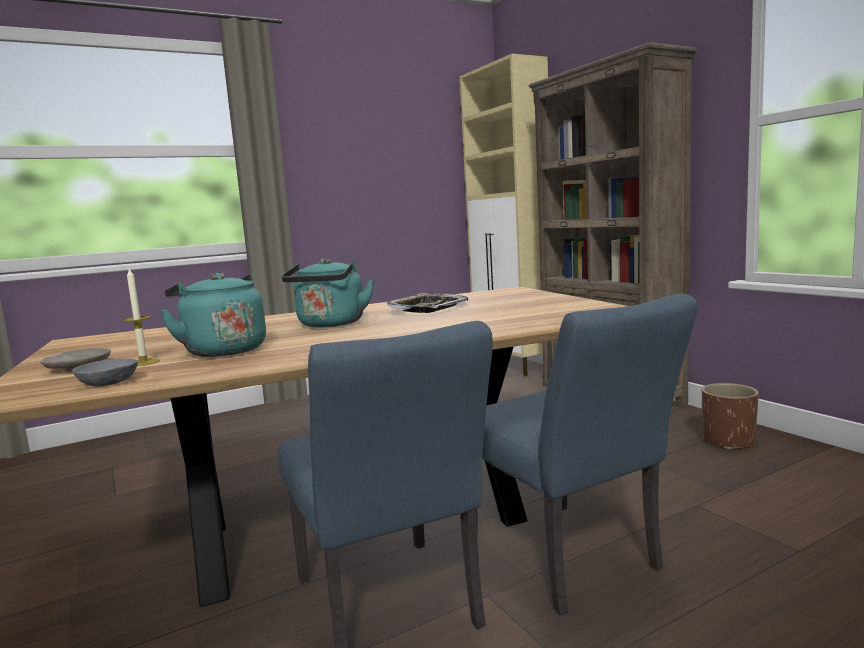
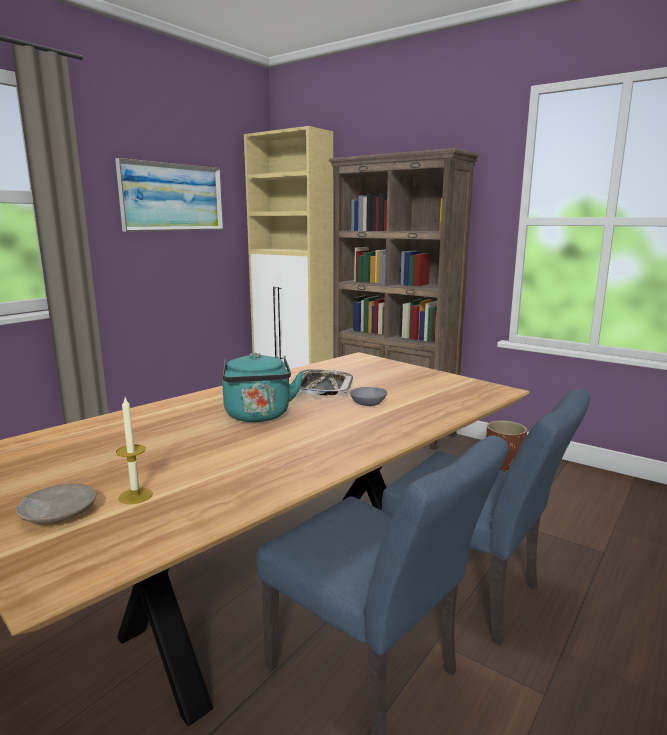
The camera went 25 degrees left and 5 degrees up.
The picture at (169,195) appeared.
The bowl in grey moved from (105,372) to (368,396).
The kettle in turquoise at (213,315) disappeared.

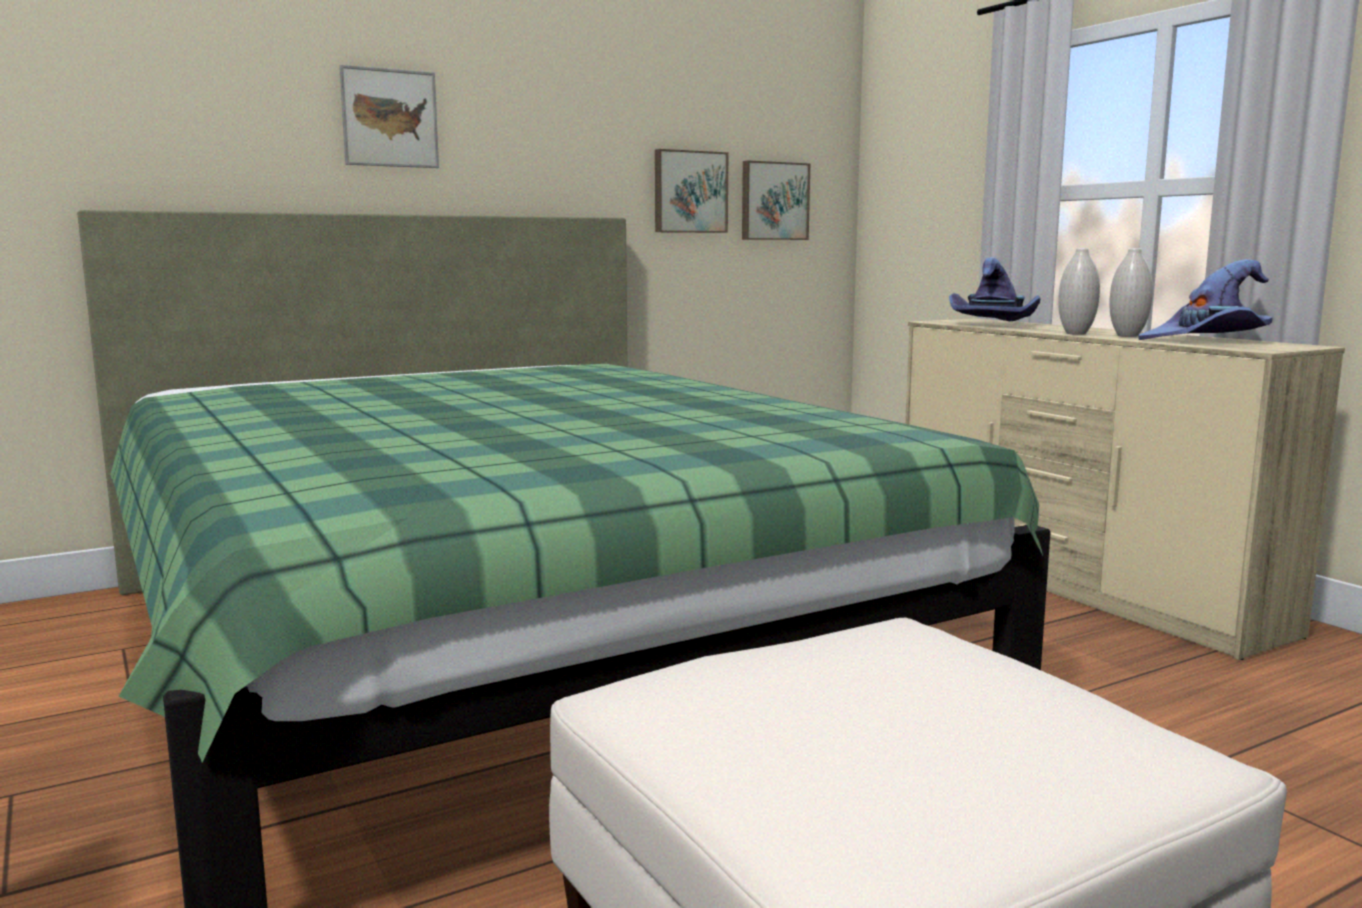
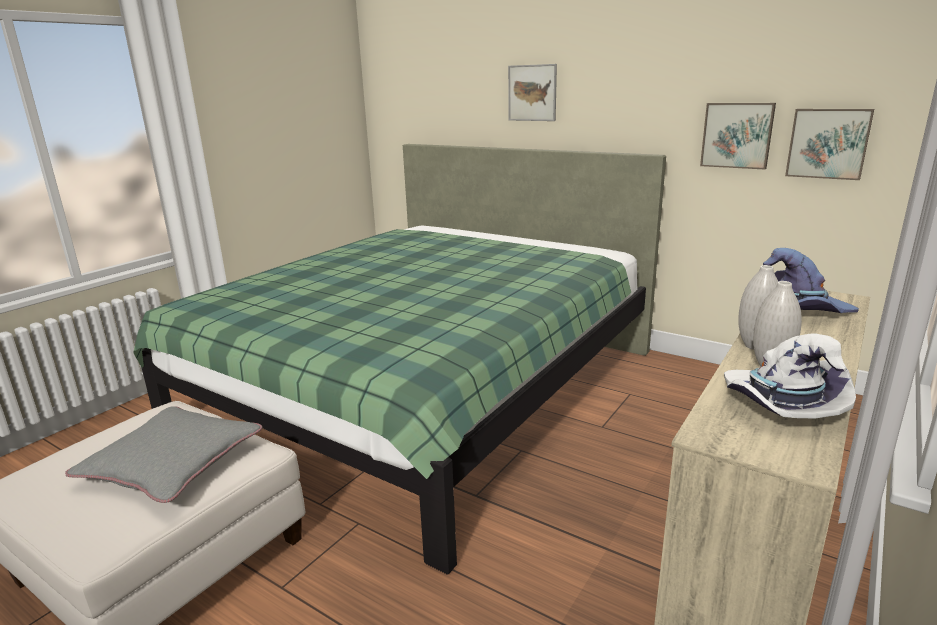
The camera went 65 degrees right and 10 degrees up.
The pillow in grey at (164,454) appeared.
The hat in purple at (1205,299) became the hat in white at (790,376).

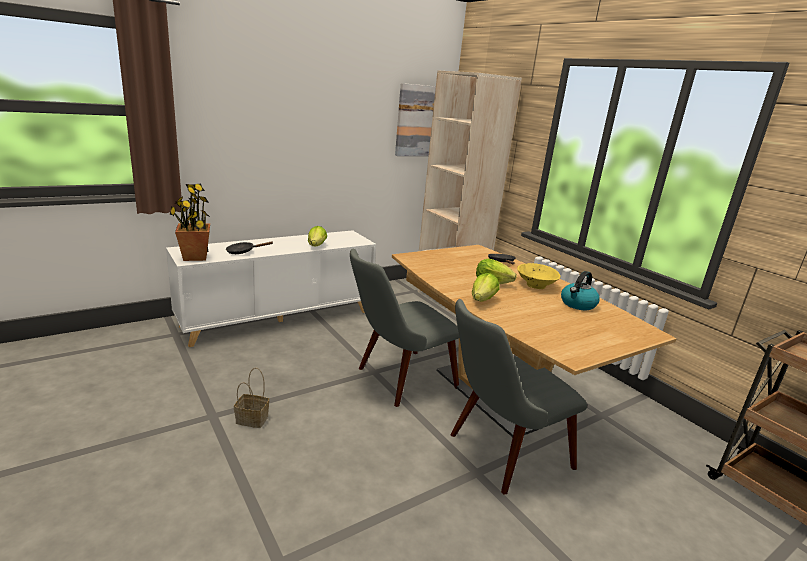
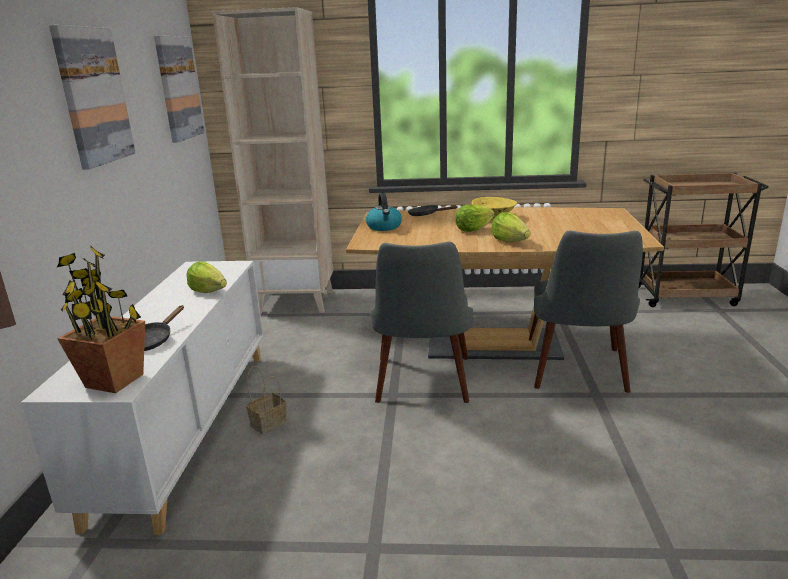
The camera went 50 degrees left and 0 degrees up.
The picture at (92,97) appeared.
The basket moved from (251,398) to (266,400).
The kettle moved from (580,290) to (384,212).

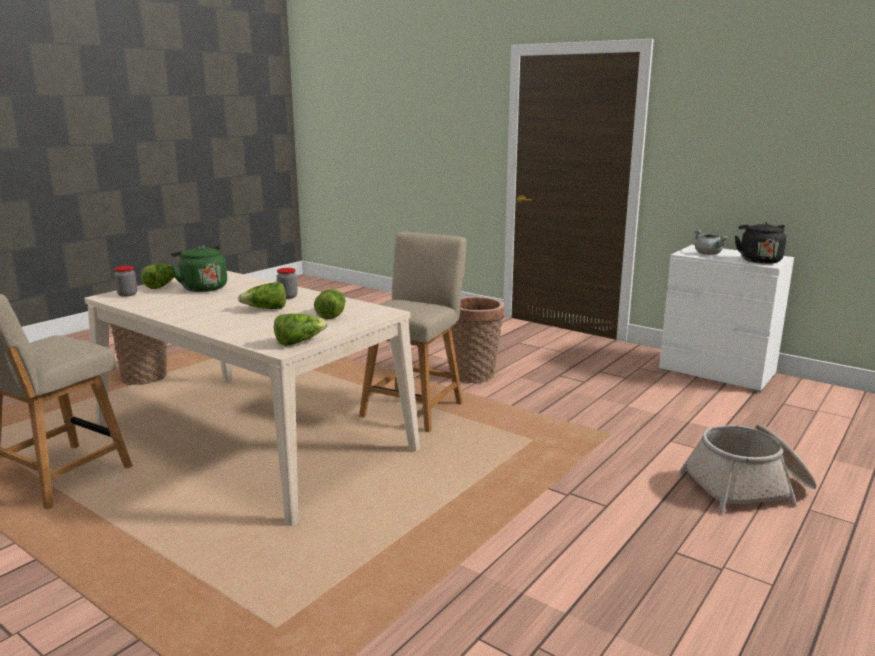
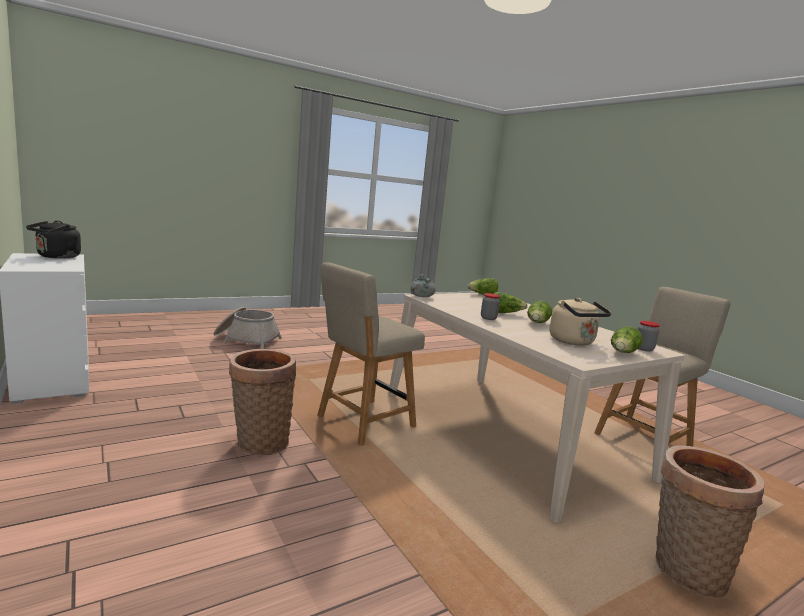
The camera went 160 degrees left and 5 degrees down.
The cooking pot in grey moved from (711,242) to (422,285).
The lettuce moved from (329,304) to (539,312).
The kettle in green at (199,268) became the kettle in beige at (580,321).

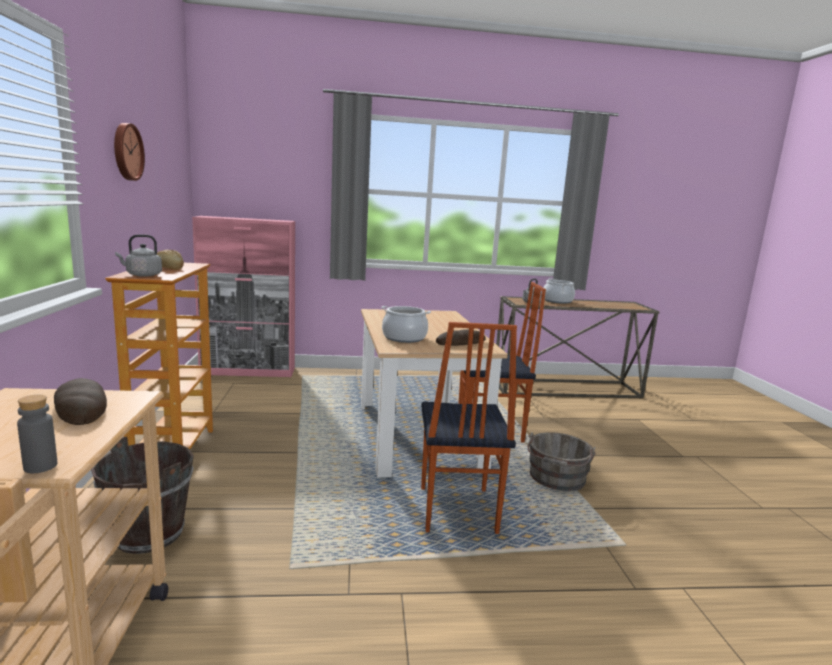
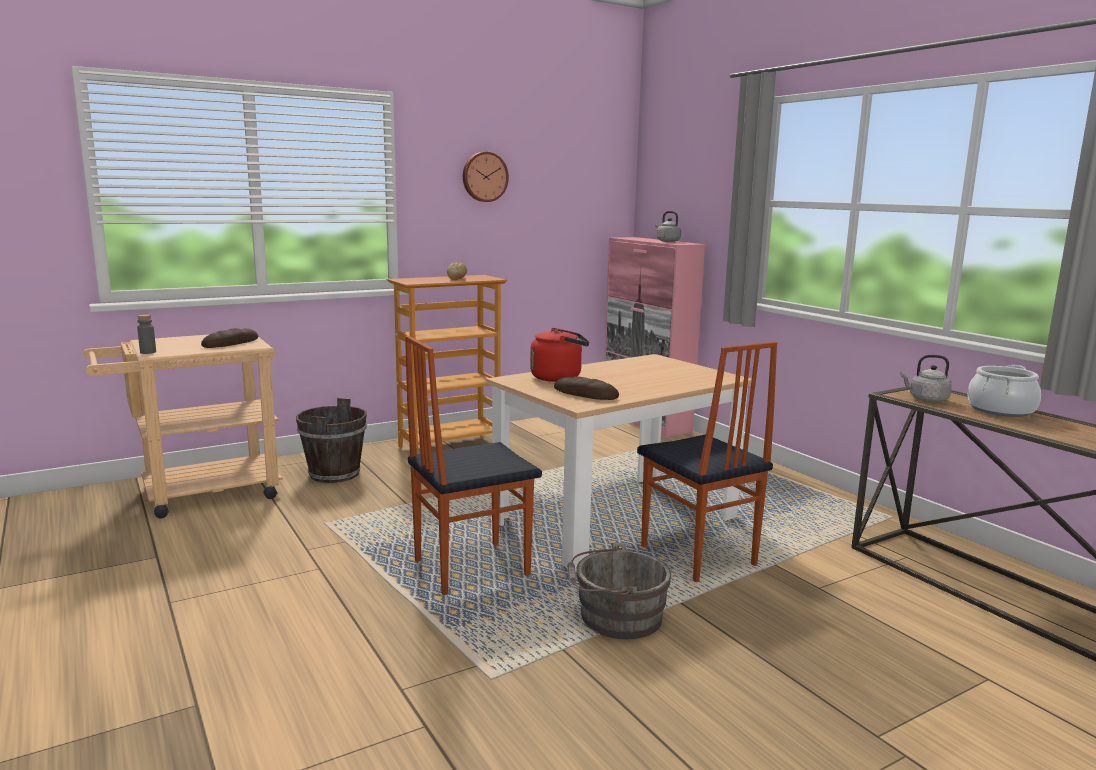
The camera went 65 degrees right and 0 degrees up.
The cooking pot at (406,324) was replaced by the kettle in red at (559,355).
The kettle in grey moved from (138,255) to (668,226).

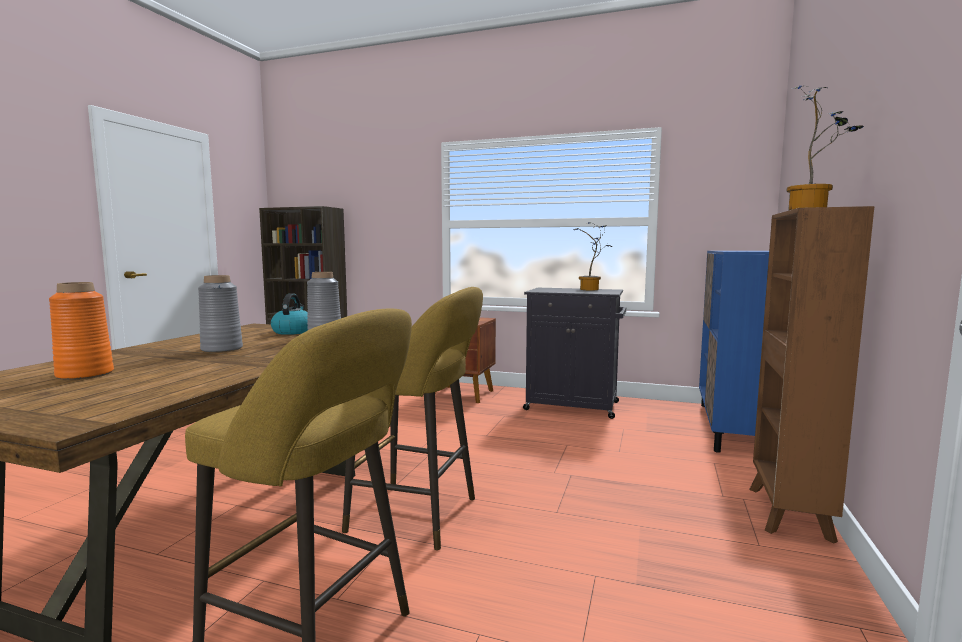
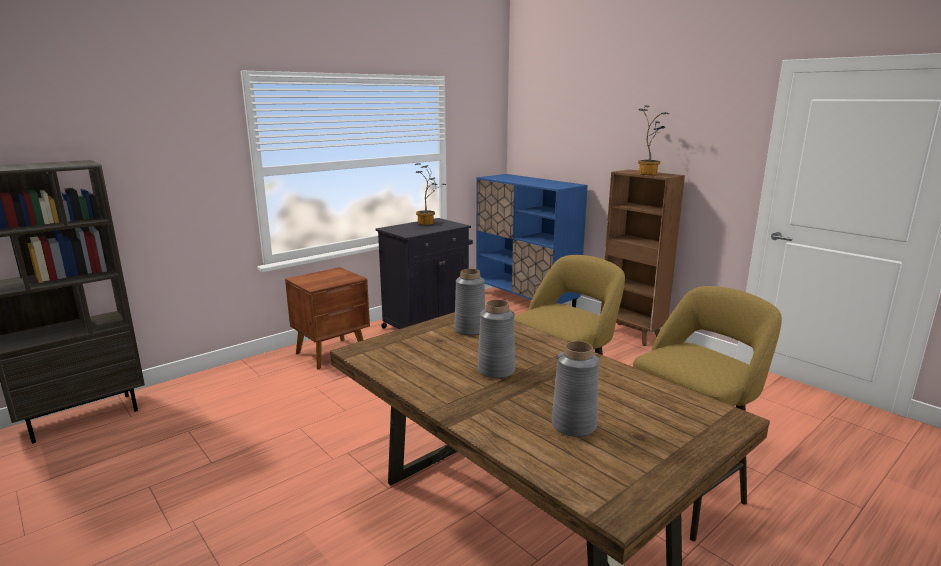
The camera went 60 degrees left and 10 degrees up.
The vase in orange at (81,331) became the vase in grey at (575,389).
The kettle at (289,314) disappeared.

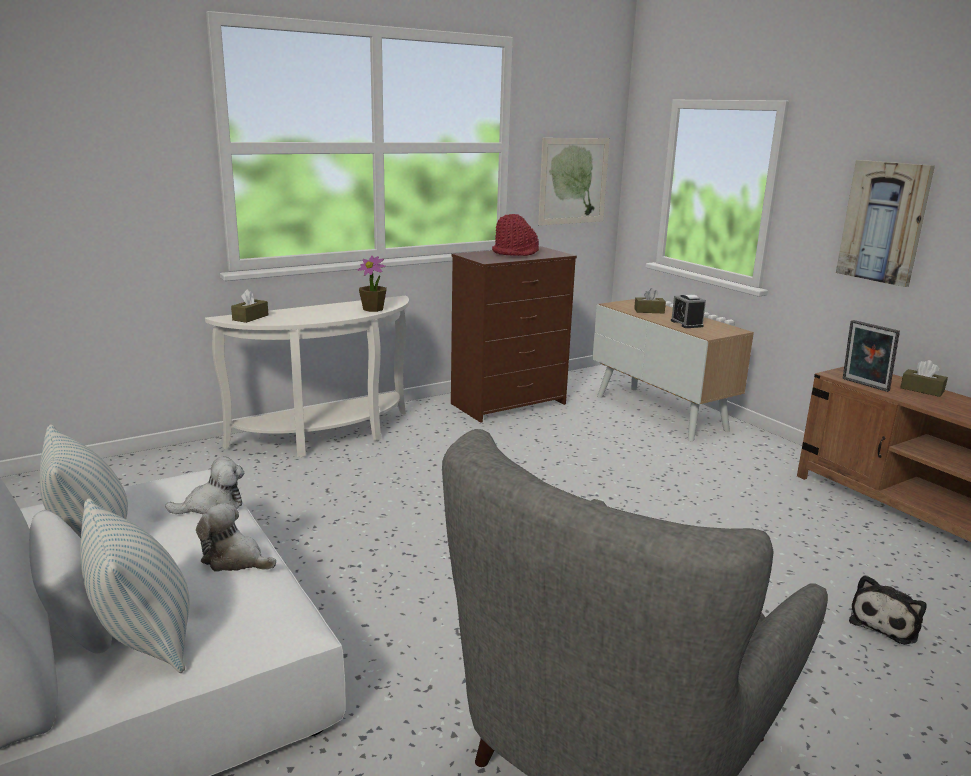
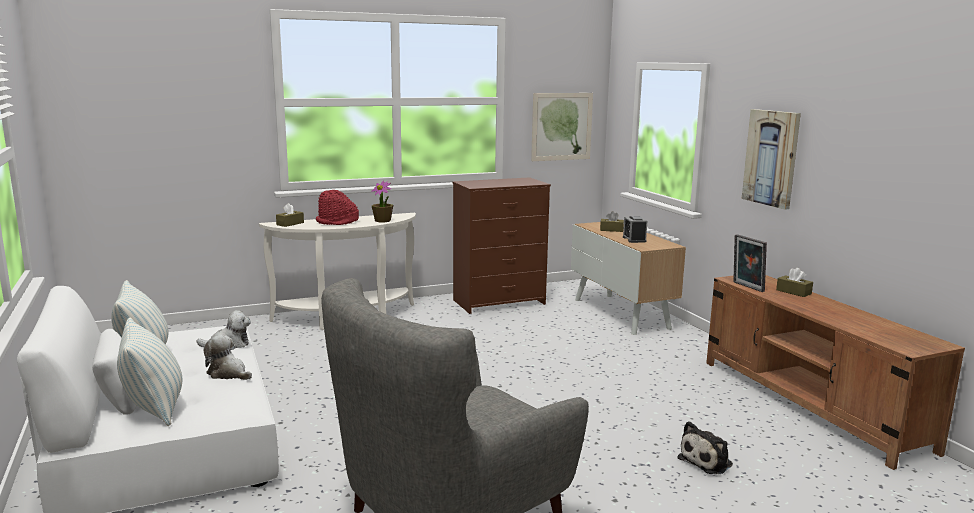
The camera went 10 degrees right and 5 degrees down.
The hat in red moved from (515,235) to (337,207).

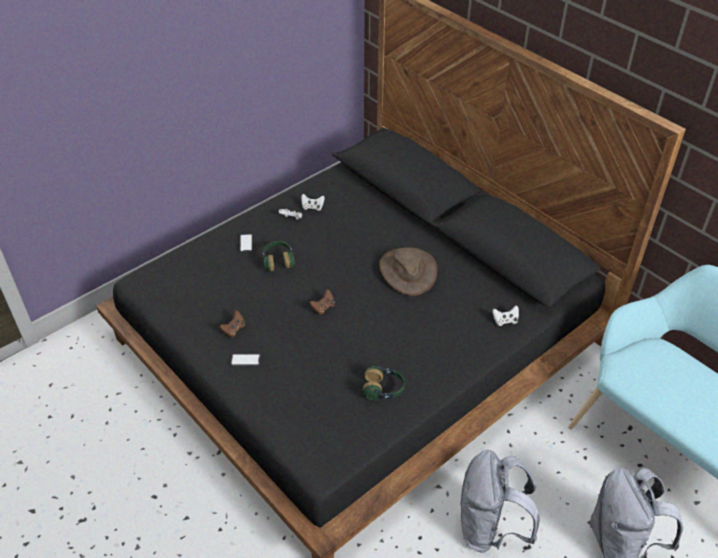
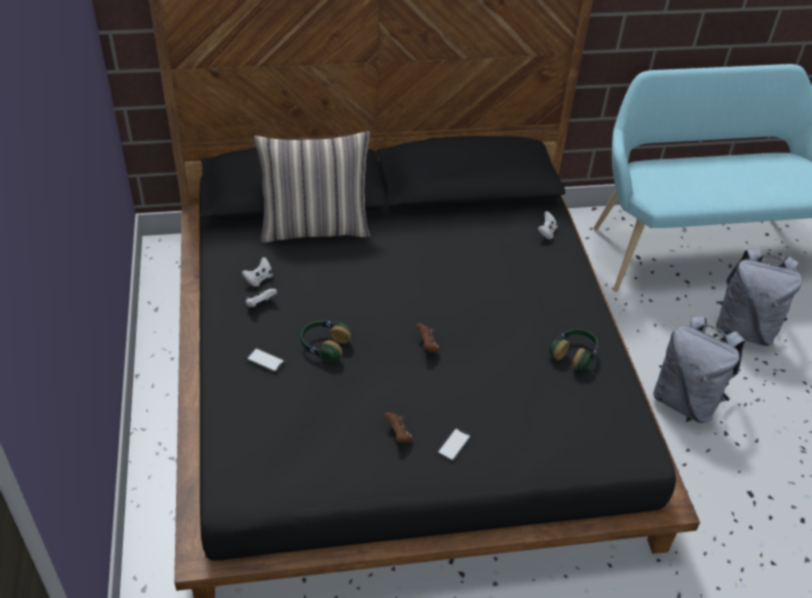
The camera went 60 degrees left and 0 degrees up.
The pillow at (312,187) appeared.
The hat in brown at (408,271) disappeared.

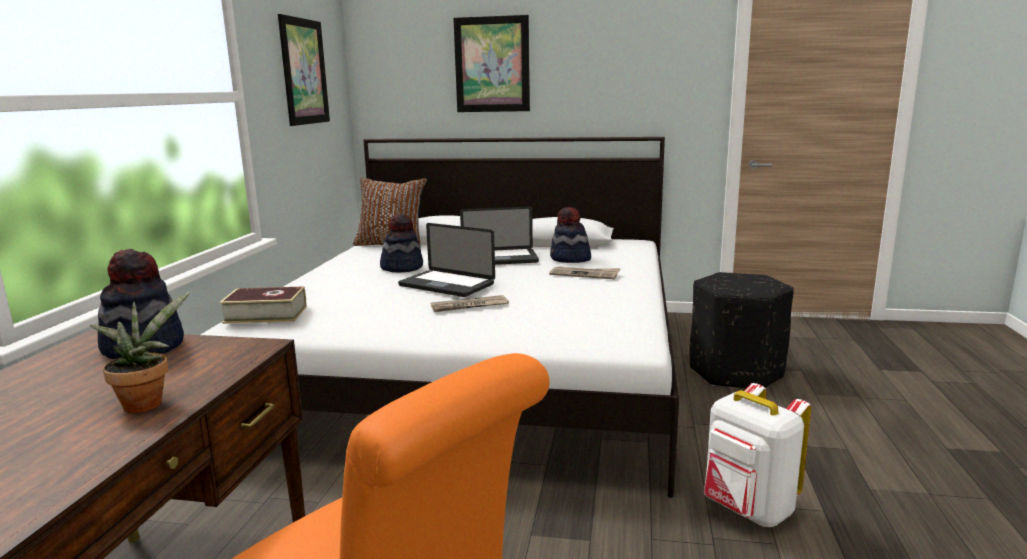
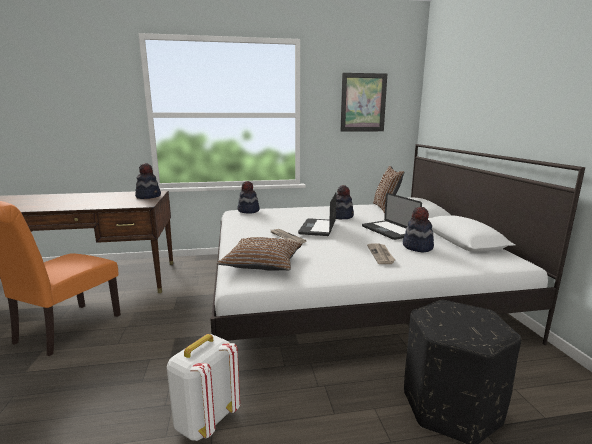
The camera went 70 degrees right and 0 degrees up.
The pillow in brown at (259,254) appeared.
The book at (263,305) was replaced by the hat at (249,197).
The potted plant at (140,352) disappeared.
The picture at (491,63) disappeared.

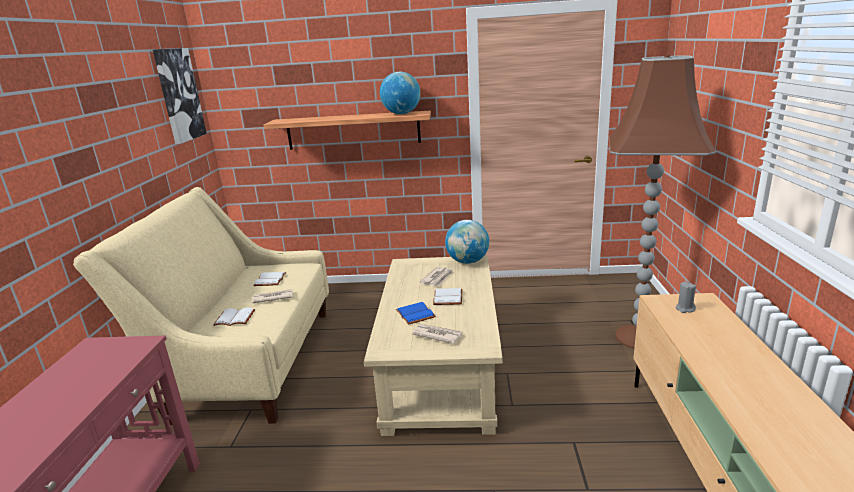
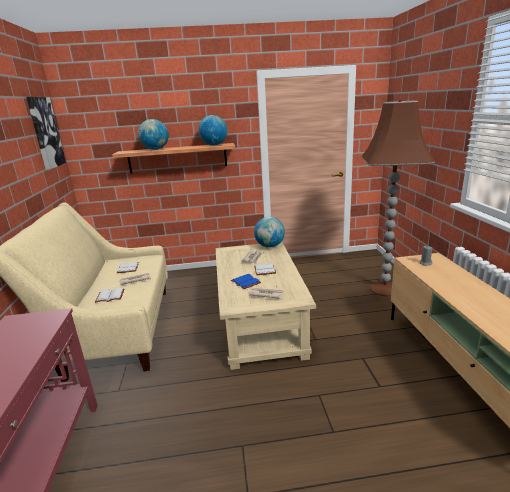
The camera went 10 degrees left and 0 degrees up.
The globe at (153,134) appeared.

